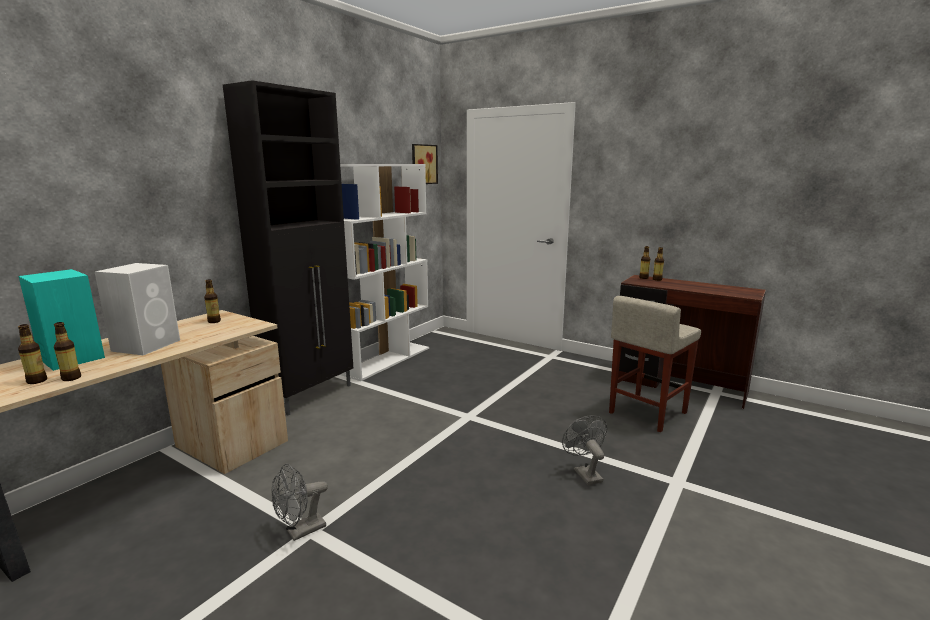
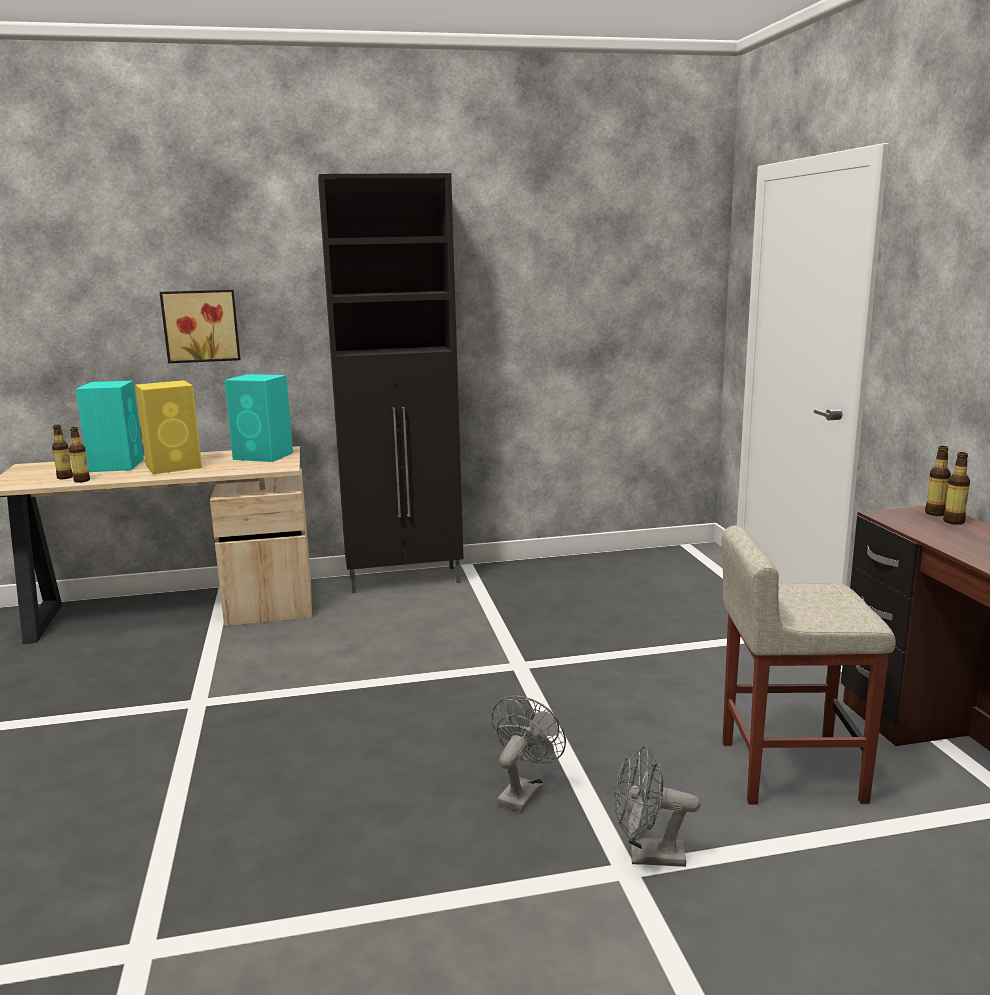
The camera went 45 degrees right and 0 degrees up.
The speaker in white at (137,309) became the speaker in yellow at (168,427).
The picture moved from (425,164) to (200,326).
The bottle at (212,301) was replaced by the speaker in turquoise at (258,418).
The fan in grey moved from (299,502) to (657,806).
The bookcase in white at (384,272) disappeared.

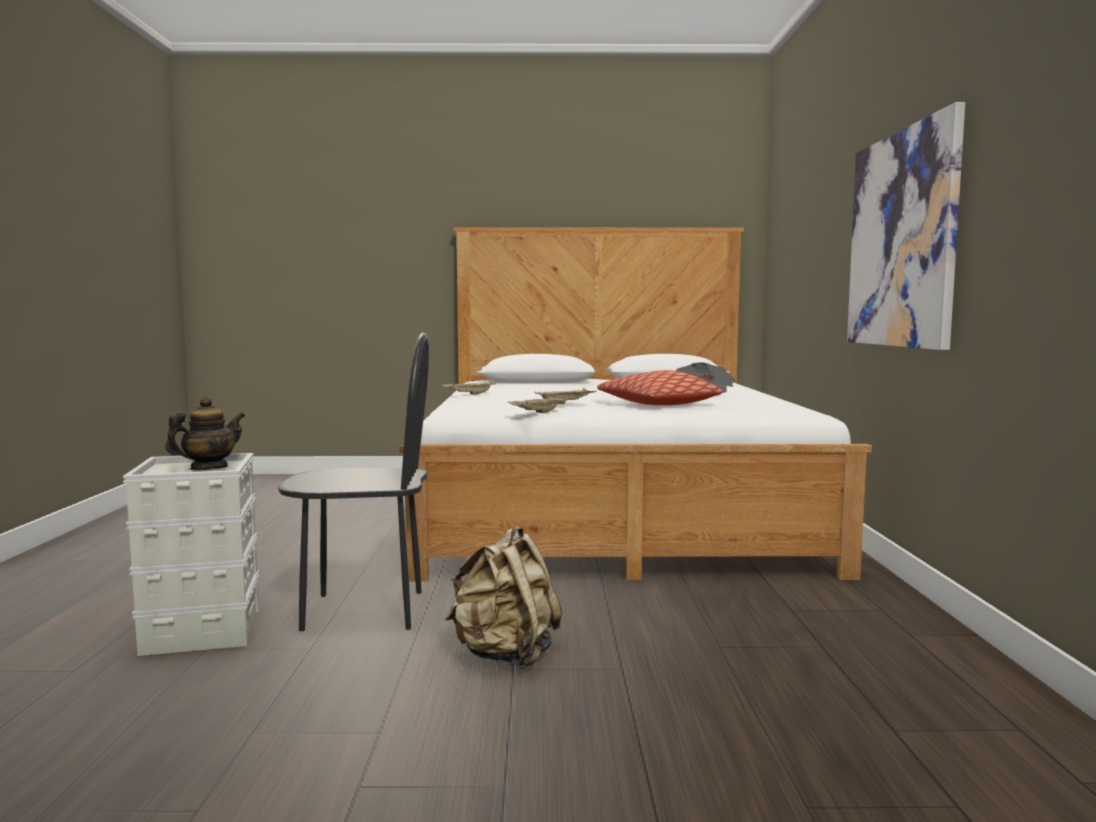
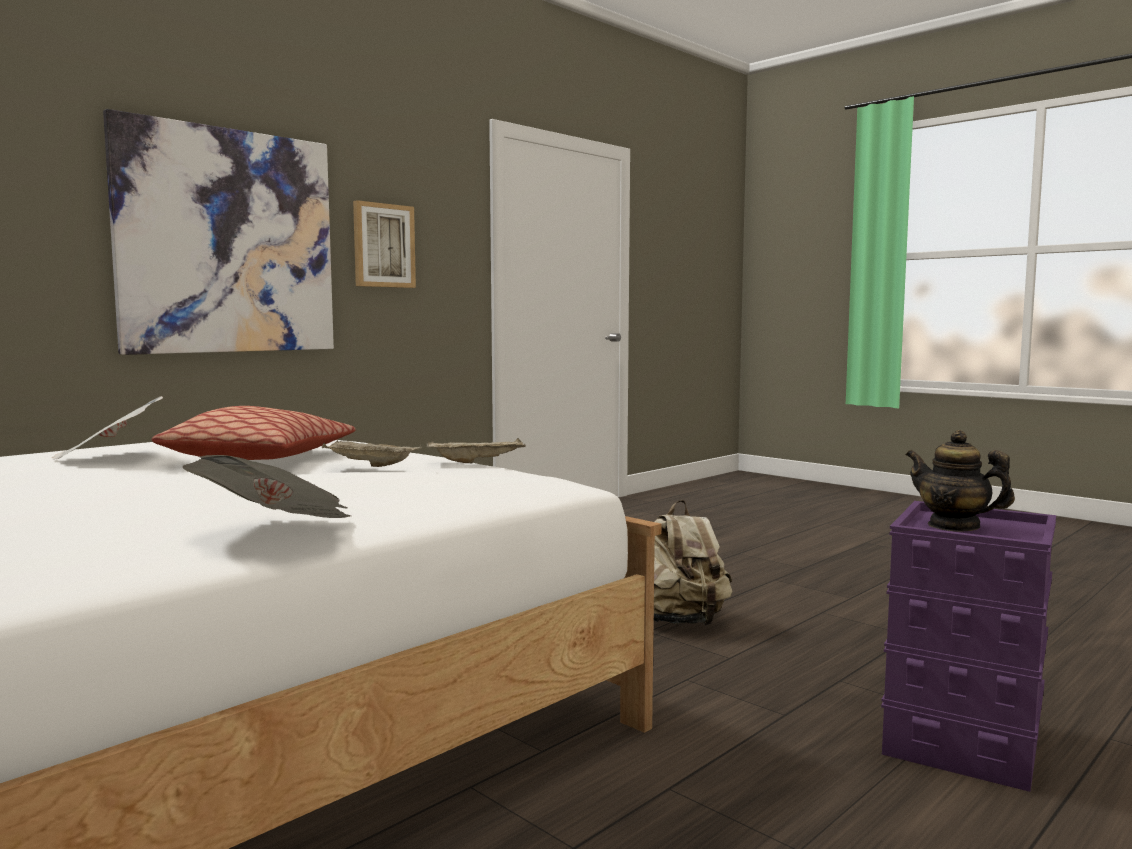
The camera went 135 degrees left and 0 degrees up.
The tray in beige at (469,388) was replaced by the newspaper at (266,486).
The picture at (384,244) appeared.
The storage box in grey at (191,554) became the storage box in purple at (968,646).
The teapot at (205,433) turned 45 degrees clockwise.
The chair in black at (353,482) disappeared.

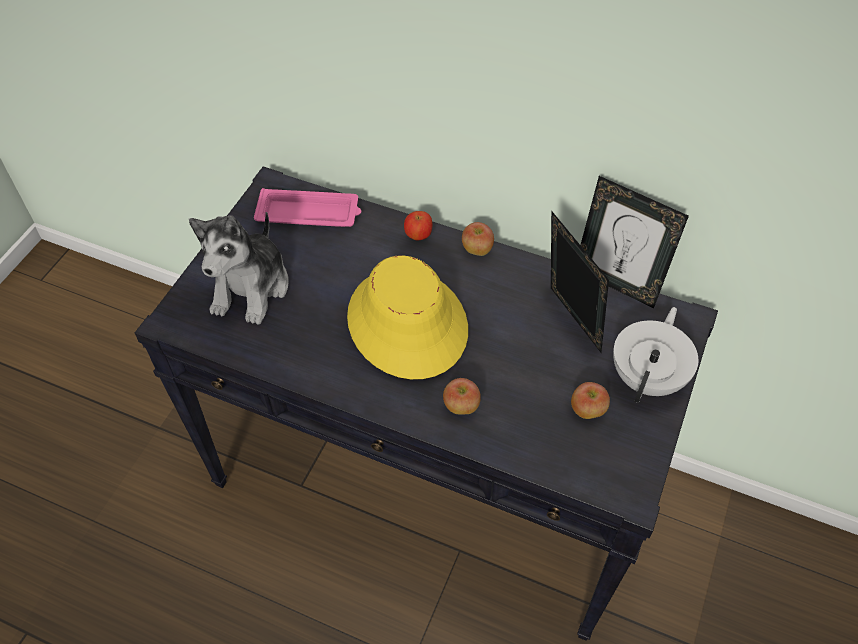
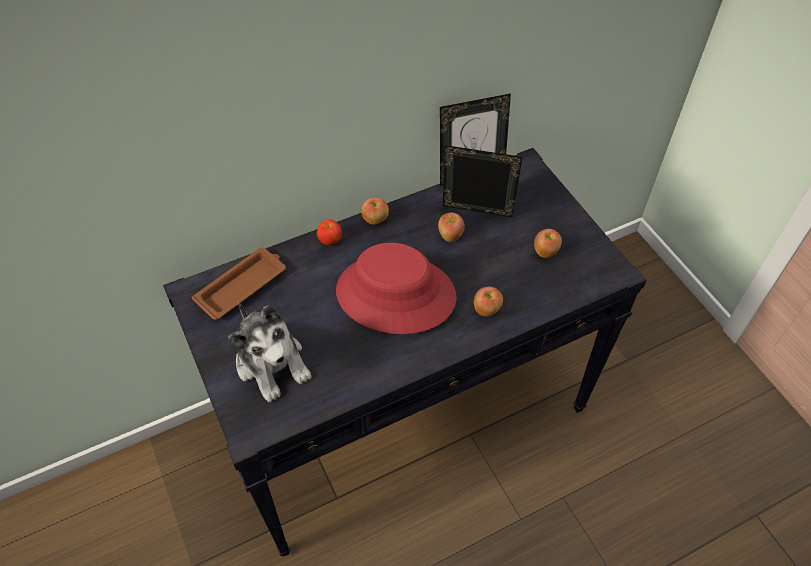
The camera went 50 degrees left and 0 degrees up.
The tray in pink at (307,207) became the tray in brown at (239,283).
The hat in yellow at (407,317) became the hat in red at (396,288).
The apple at (451,227) appeared.
The teapot in white at (655,355) disappeared.

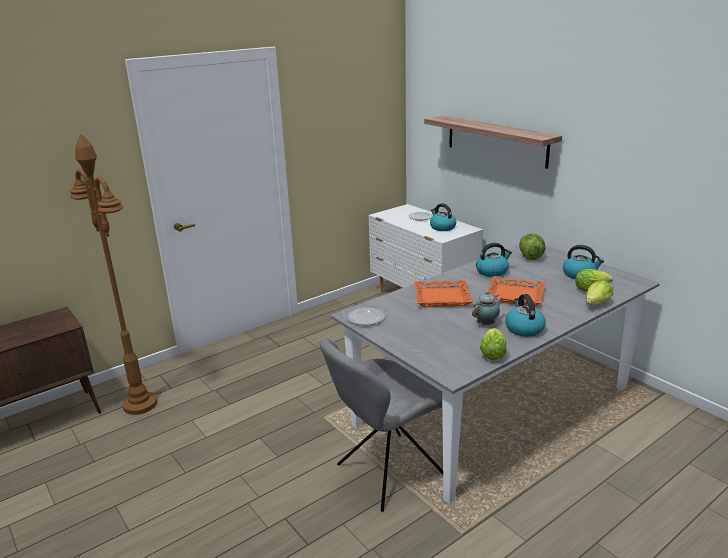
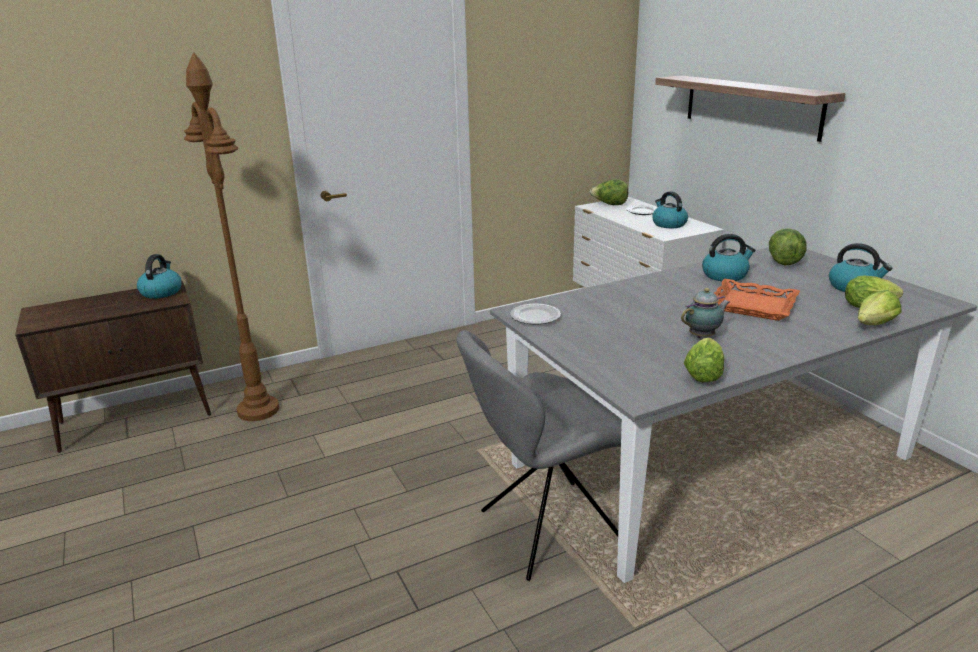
The camera went 10 degrees right and 0 degrees up.
The kettle moved from (525,315) to (159,276).
The lettuce at (608,192) appeared.
The tray in orange at (443,293) disappeared.

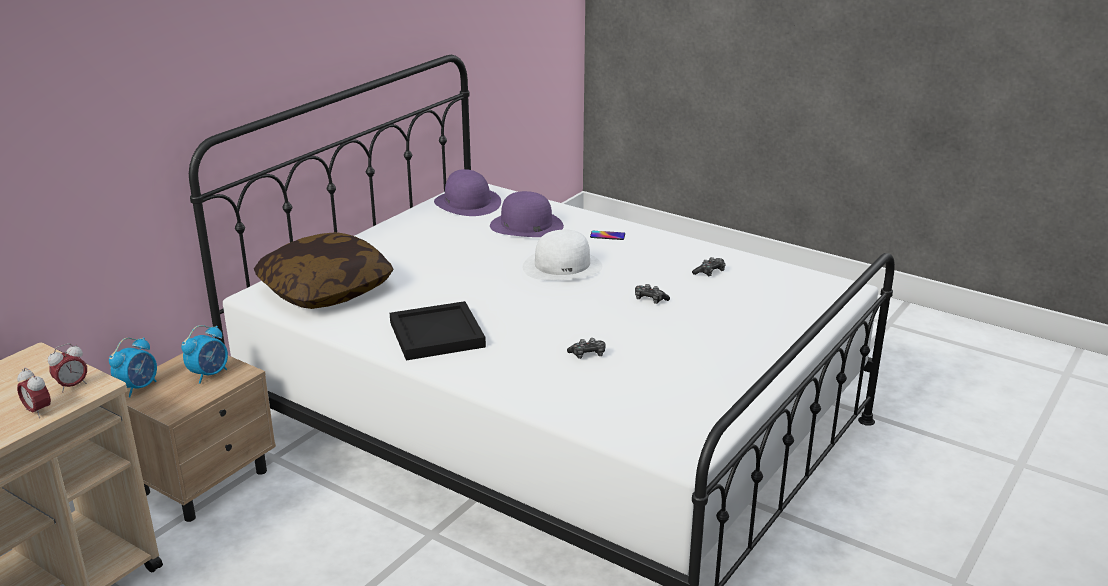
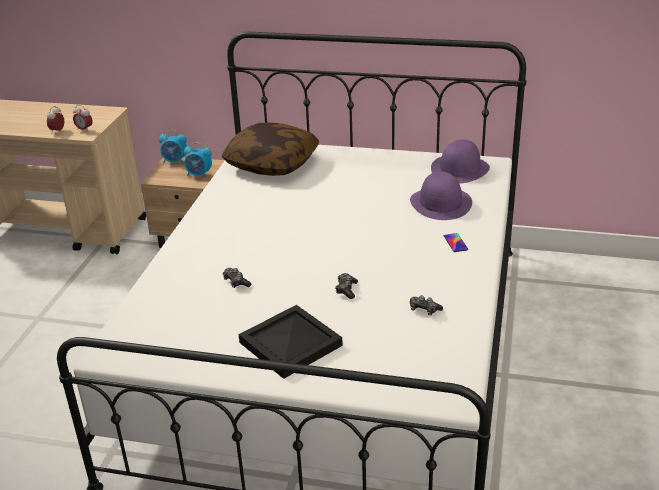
The camera went 70 degrees right and 5 degrees up.
The tray in black moved from (438,330) to (291,342).
The hat in white at (562,255) disappeared.

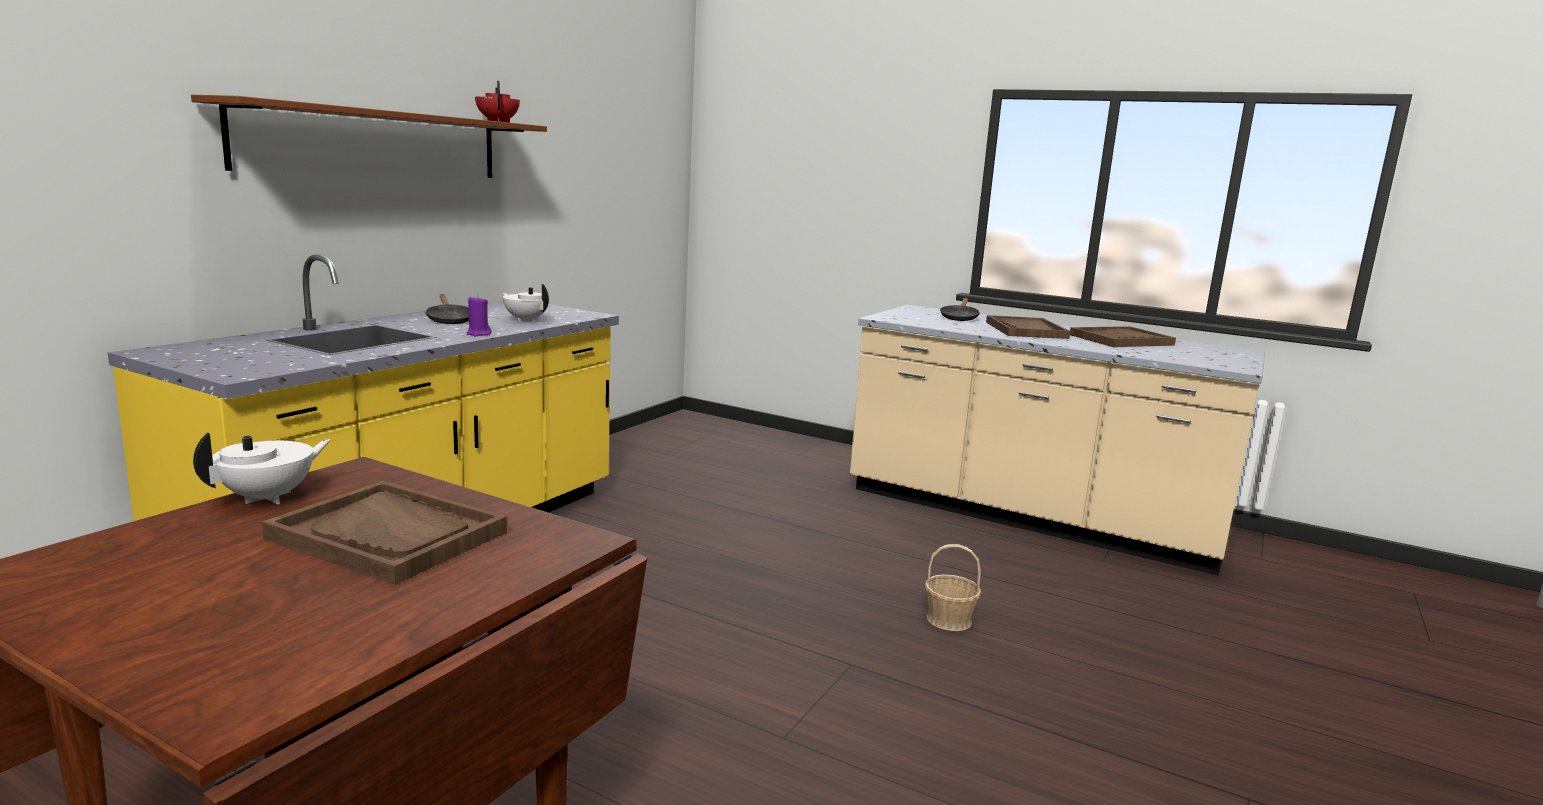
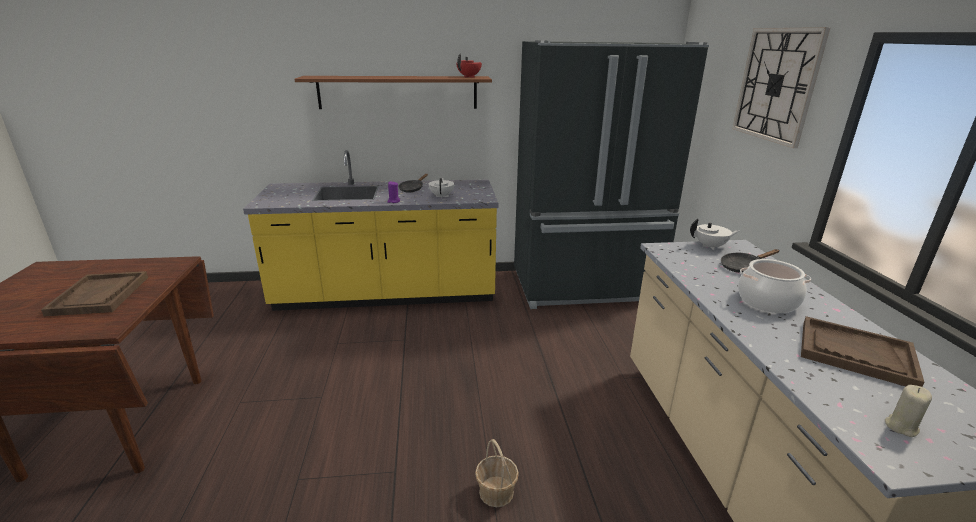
The camera went 55 degrees right and 10 degrees up.
The fridge in black at (611,174) appeared.
The teapot in white moved from (262,468) to (715,234).
The wall clock at (781,87) appeared.
The tray in brown at (1028,327) was replaced by the cooking pot at (774,286).
The candle in beige at (908,411) appeared.

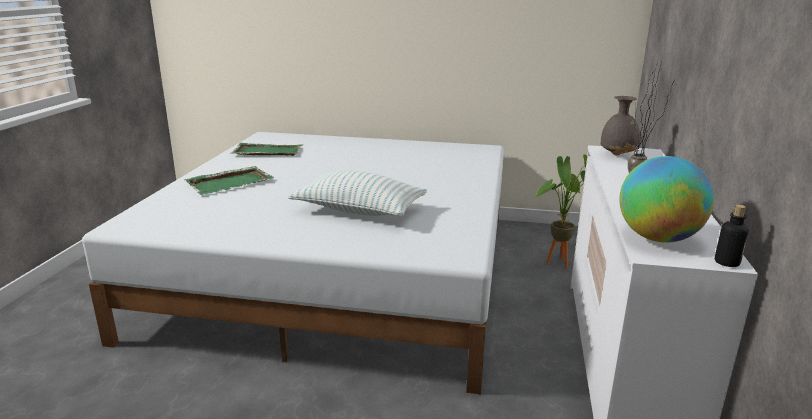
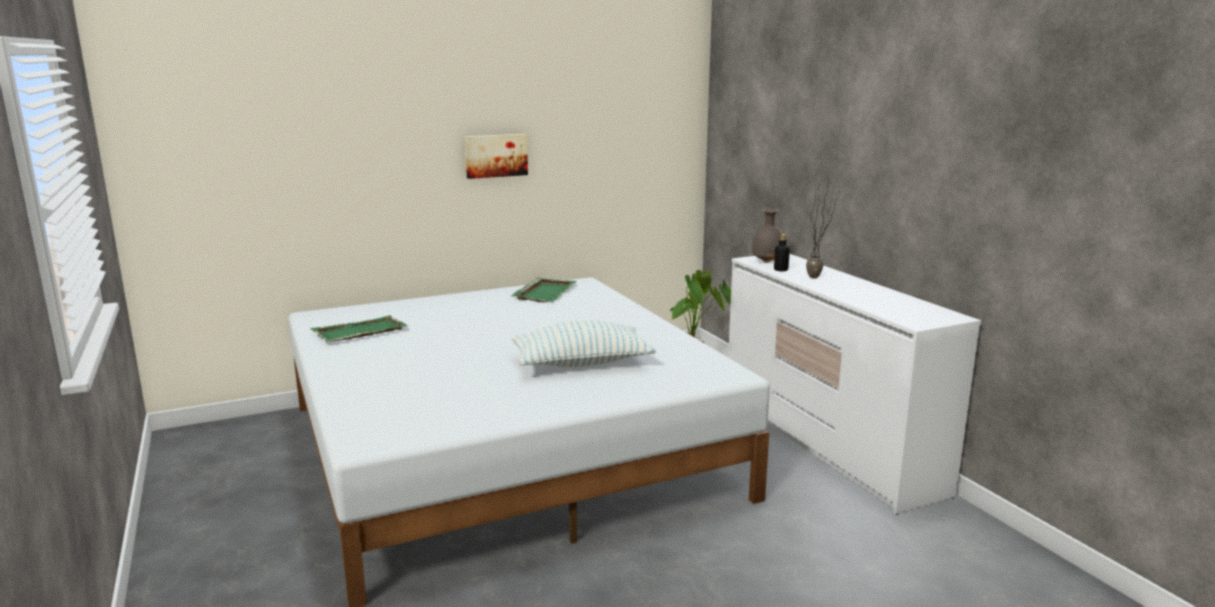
The camera went 35 degrees left and 5 degrees down.
The picture at (496,156) appeared.
The tray in green moved from (229,180) to (544,290).
The bottle moved from (732,235) to (782,252).
The globe at (666,199) disappeared.

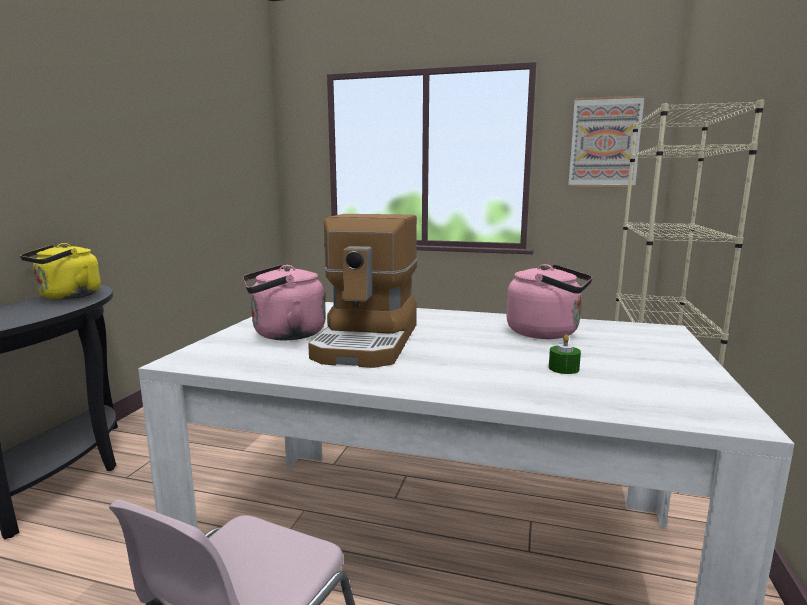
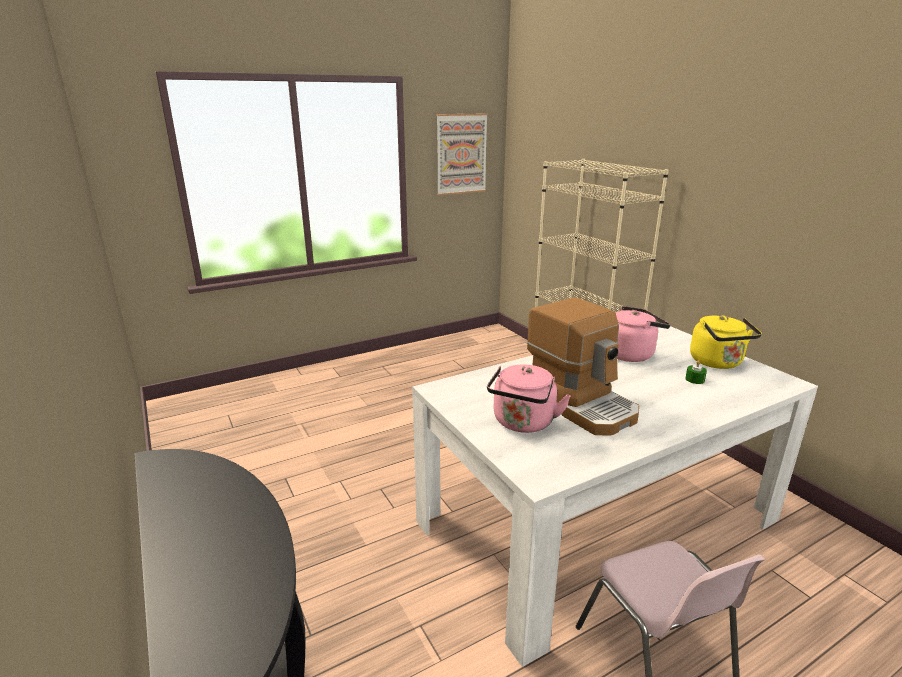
The camera went 45 degrees left and 10 degrees up.
The kettle in yellow moved from (60,271) to (726,342).

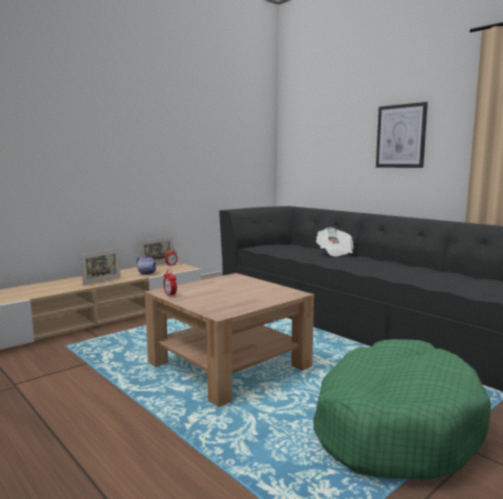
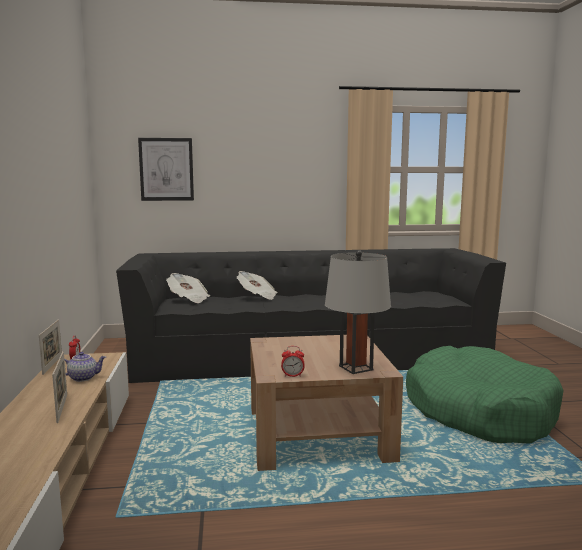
The camera went 55 degrees left and 0 degrees up.
The picture moved from (402,135) to (166,169).
The newspaper at (188,288) appeared.
The table lamp in grey at (358,312) appeared.

